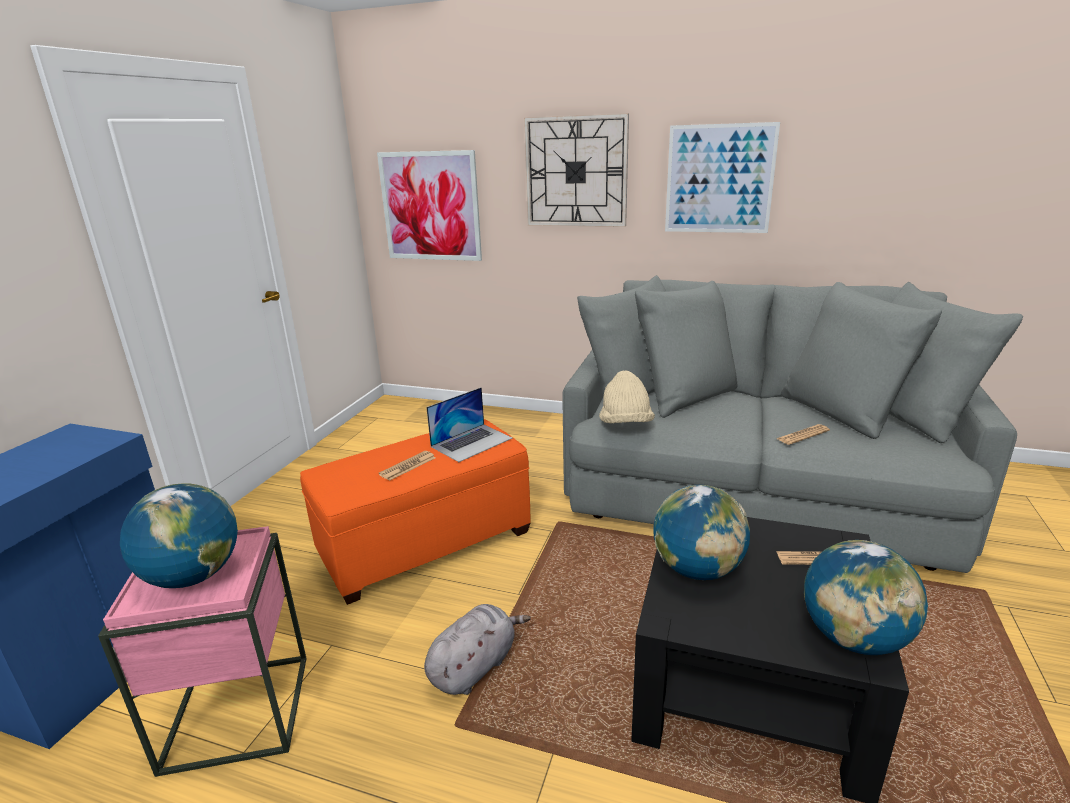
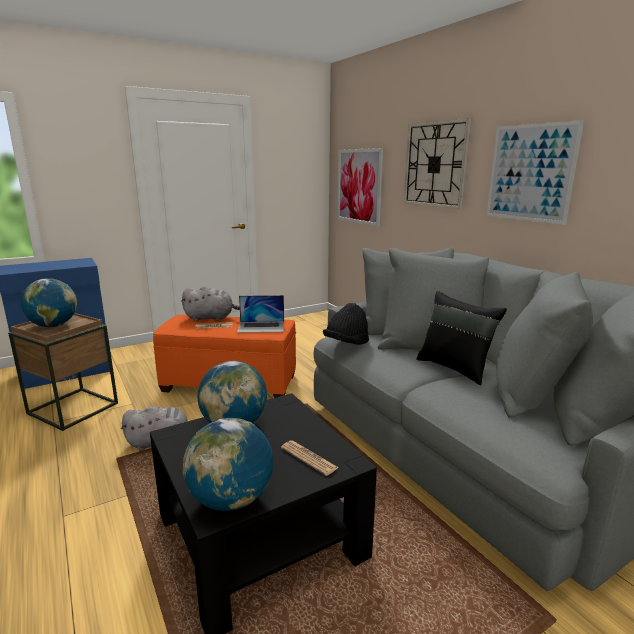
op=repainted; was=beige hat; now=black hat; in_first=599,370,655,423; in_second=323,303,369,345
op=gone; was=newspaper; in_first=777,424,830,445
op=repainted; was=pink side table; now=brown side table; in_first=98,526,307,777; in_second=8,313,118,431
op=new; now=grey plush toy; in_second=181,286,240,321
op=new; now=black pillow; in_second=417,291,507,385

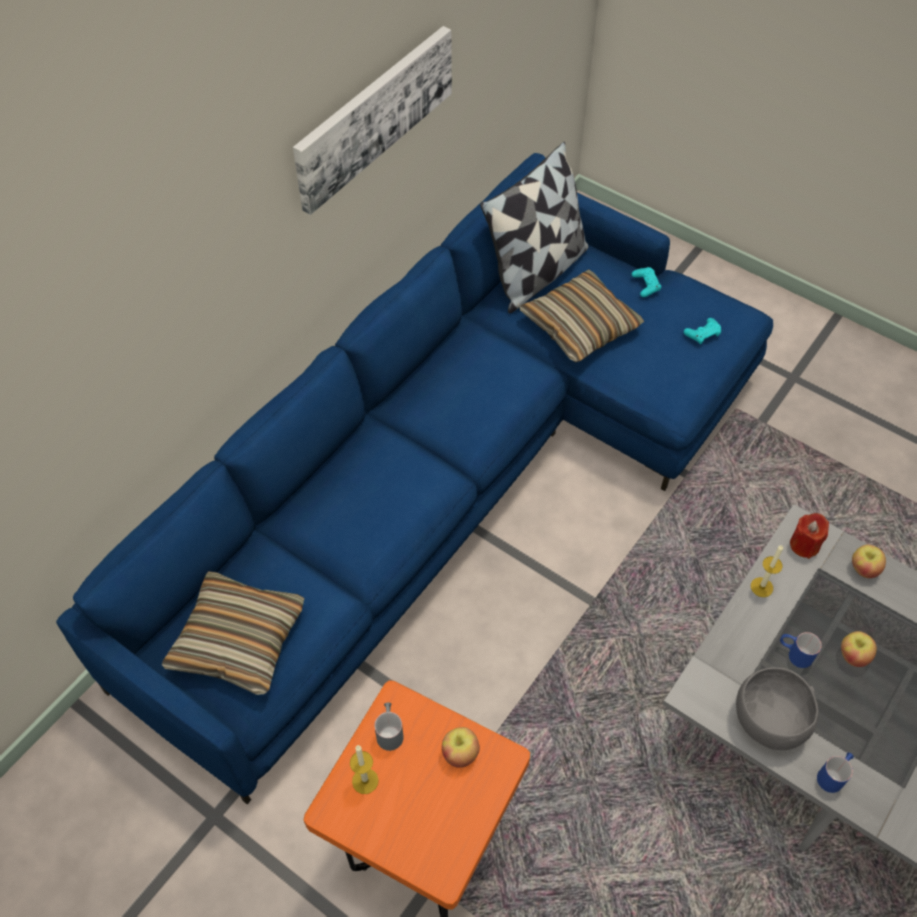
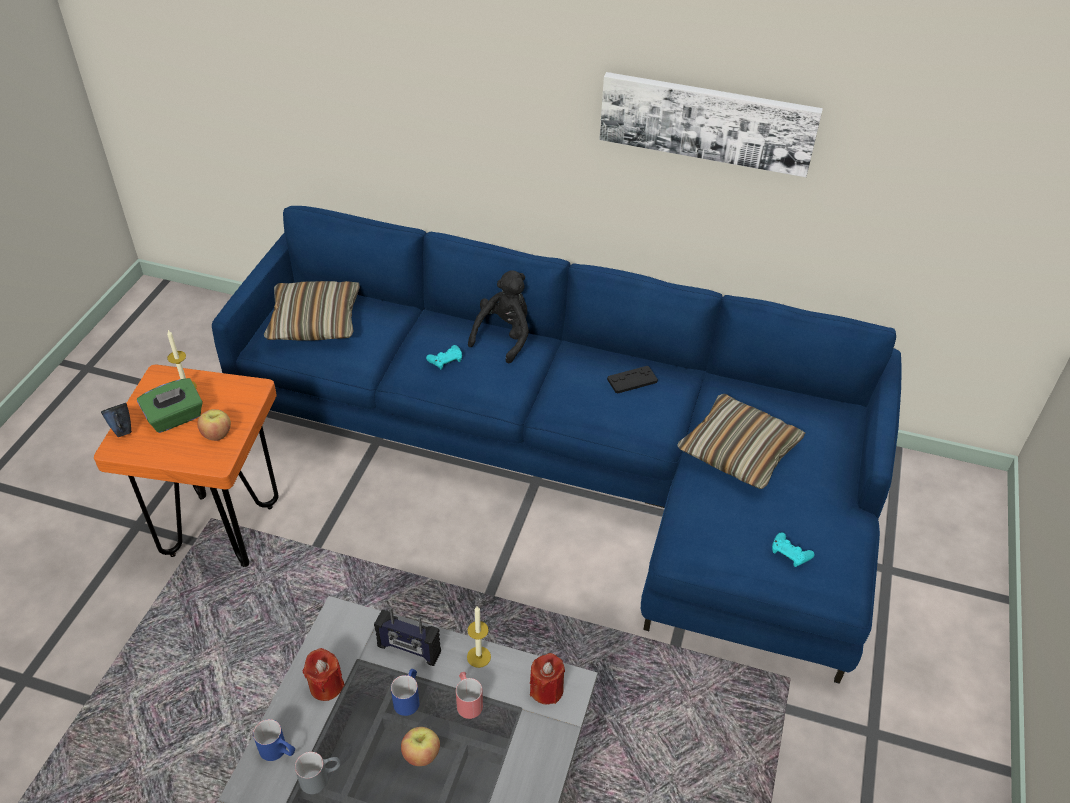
op=gone; was=pillow; in_first=480,142,588,314
op=shifted; was=turquoise game controller; in_first=632,267,661,297; in_second=426,345,462,369
op=gone; was=apple; in_first=852,544,886,578
op=swapped; was=grey bowl; now=red candle; in_first=736,667,819,750; in_second=303,648,345,701
op=shifted; was=grey mug; in_first=374,703,404,751; in_second=295,752,340,794
op=new; now=black plush toy; in_second=468,271,529,363
op=new; now=black game controller; in_second=607,366,658,394
op=new; now=green tissue box; in_second=137,378,203,433
op=new; now=blue mug; in_second=101,403,132,437
op=new; now=radio; in_second=374,607,441,666
op=new; now=red mug; in_second=456,672,483,719

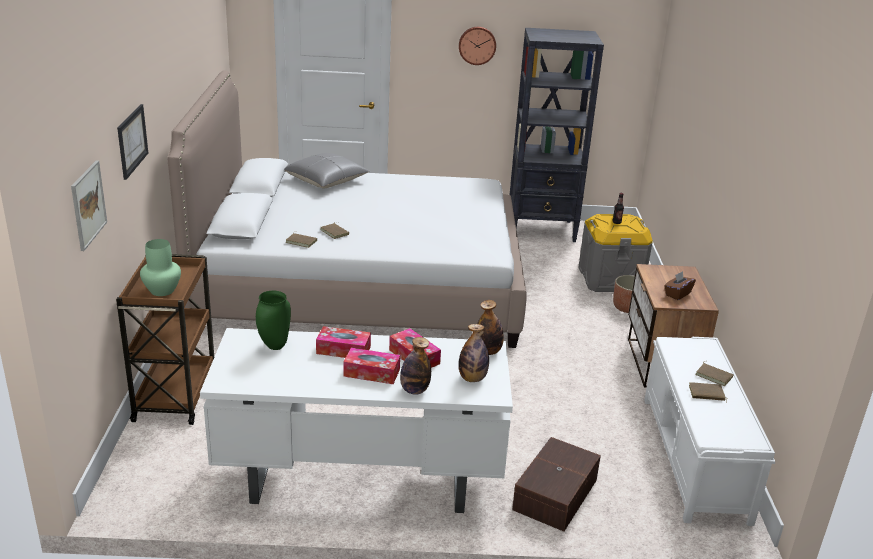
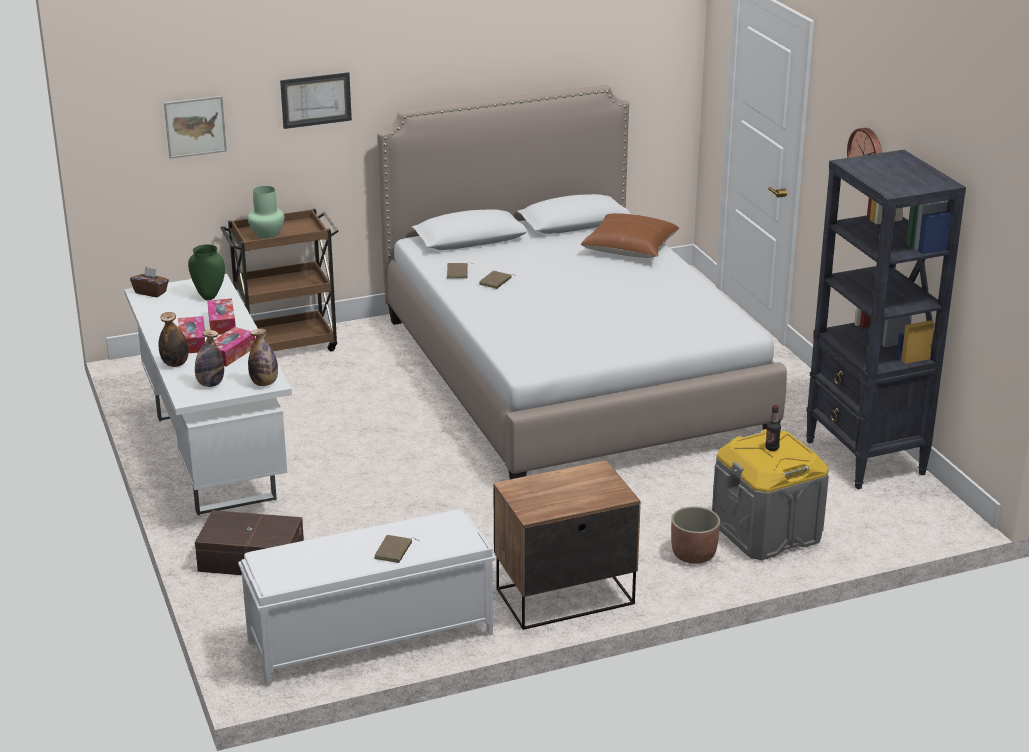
op=repainted; was=grey pillow; now=brown pillow; in_first=284,153,370,189; in_second=581,213,679,258
op=shifted; was=brown tissue box; in_first=664,271,696,300; in_second=130,267,169,297
op=gone; was=brown book; in_first=689,382,727,403

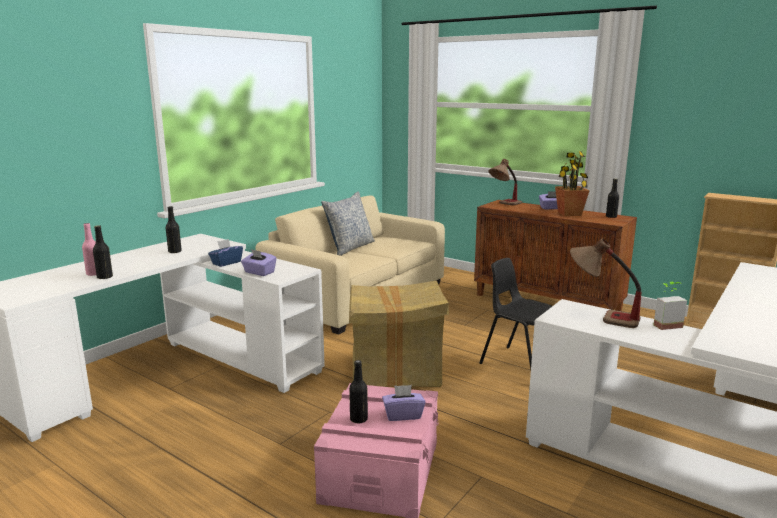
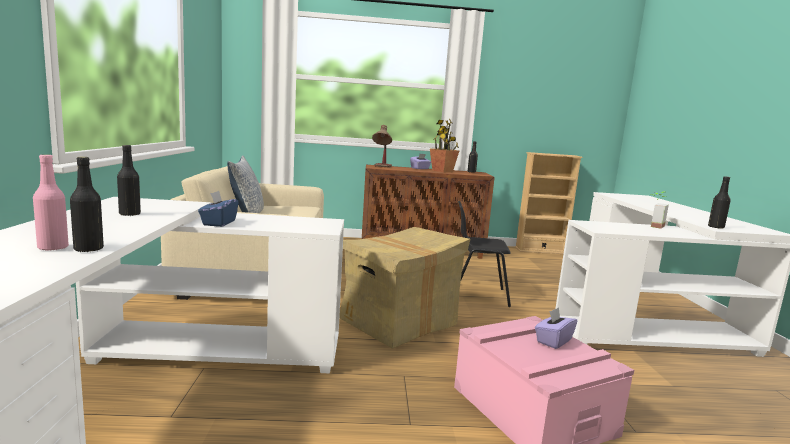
op=gone; was=table lamp; in_first=570,238,642,328
op=gone; was=purple tissue box; in_first=241,249,277,276
op=shifted; was=black bottle; in_first=349,360,368,424; in_second=708,176,731,229

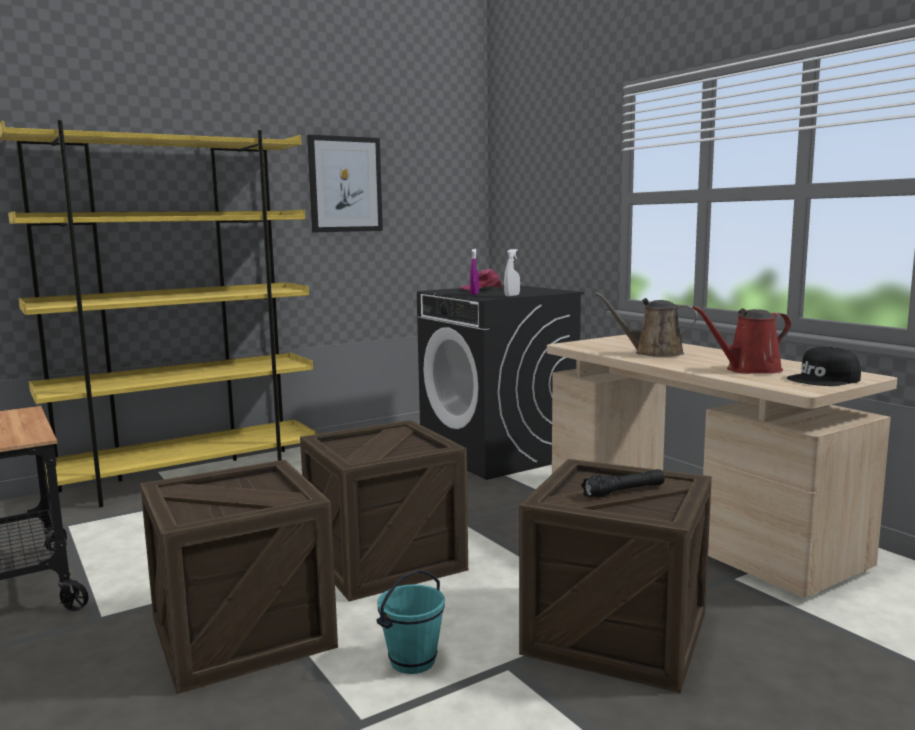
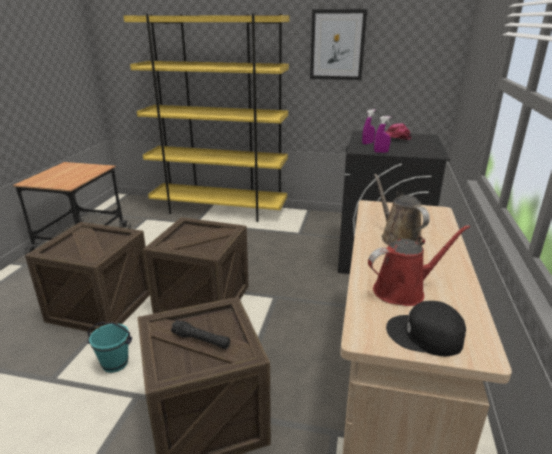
op=repainted; was=white spray bottle; now=purple spray bottle; in_first=504,249,520,296; in_second=374,116,391,153
op=rotated; was=red watering can; in_first=692,306,791,374; in_second=368,225,470,306; clockwise=135

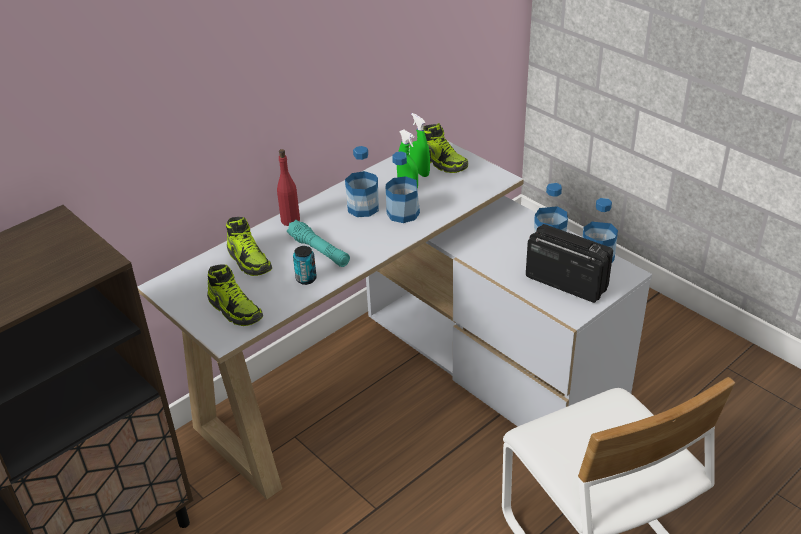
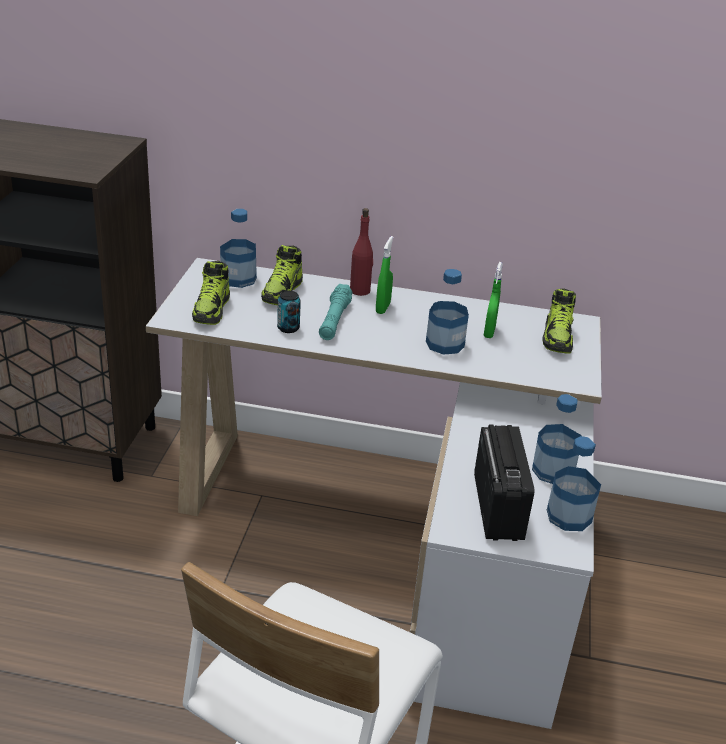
op=shifted; was=green spray bottle; in_first=409,113,430,177; in_second=376,236,393,314
op=shifted; was=bottle; in_first=345,146,379,217; in_second=220,209,257,288

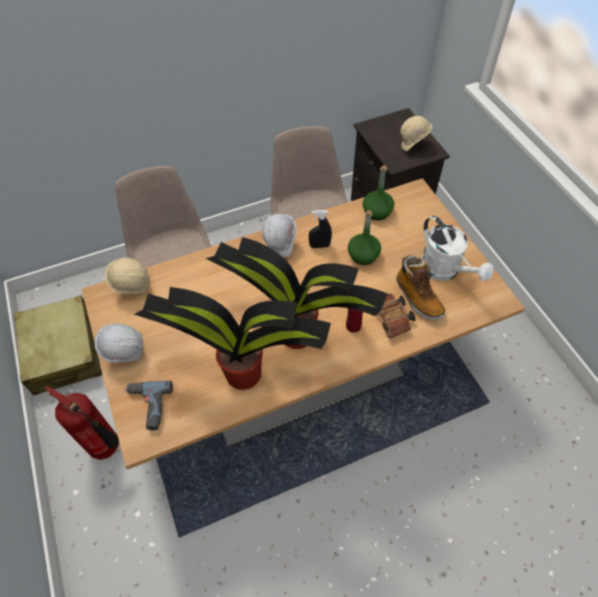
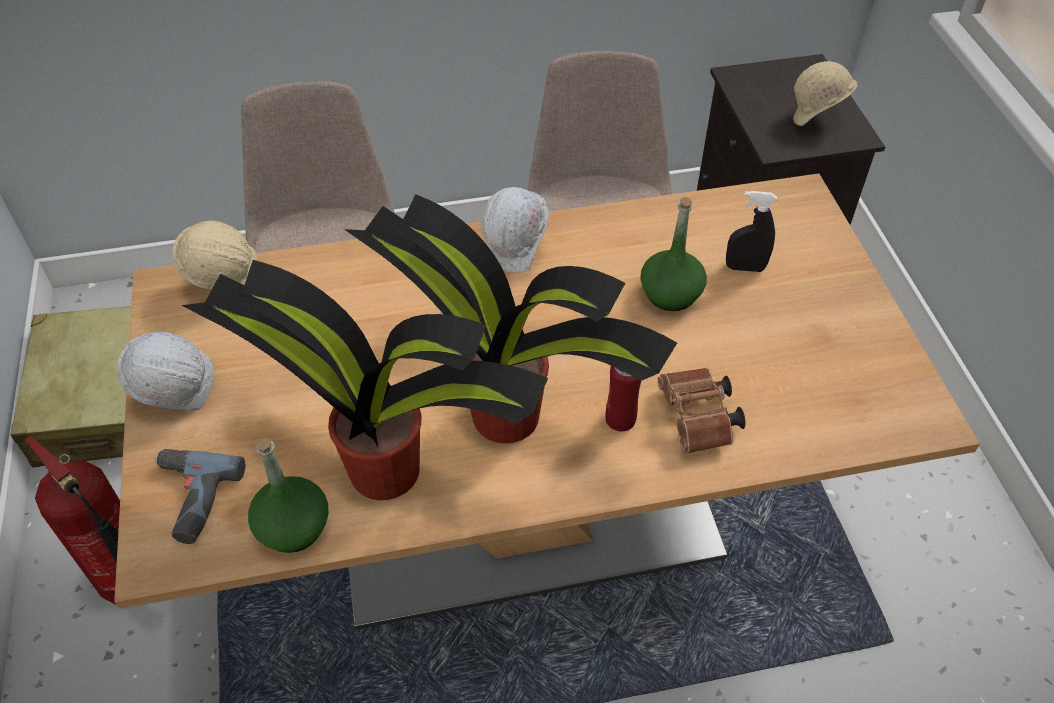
op=shifted; was=green bottle; in_first=363,165,394,220; in_second=248,438,328,553
op=shifted; was=black spray bottle; in_first=309,210,332,248; in_second=726,191,777,272
op=gone; was=white watering can; in_first=422,216,494,281
op=gone; was=boot; in_first=396,255,445,320

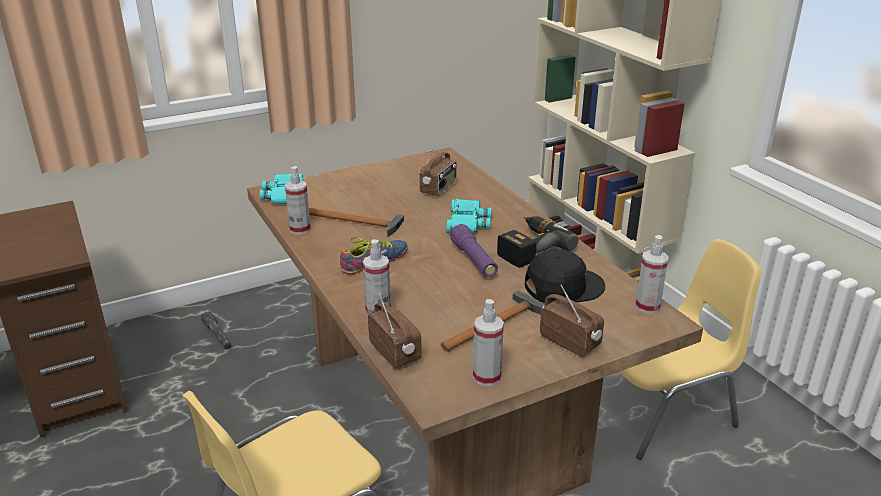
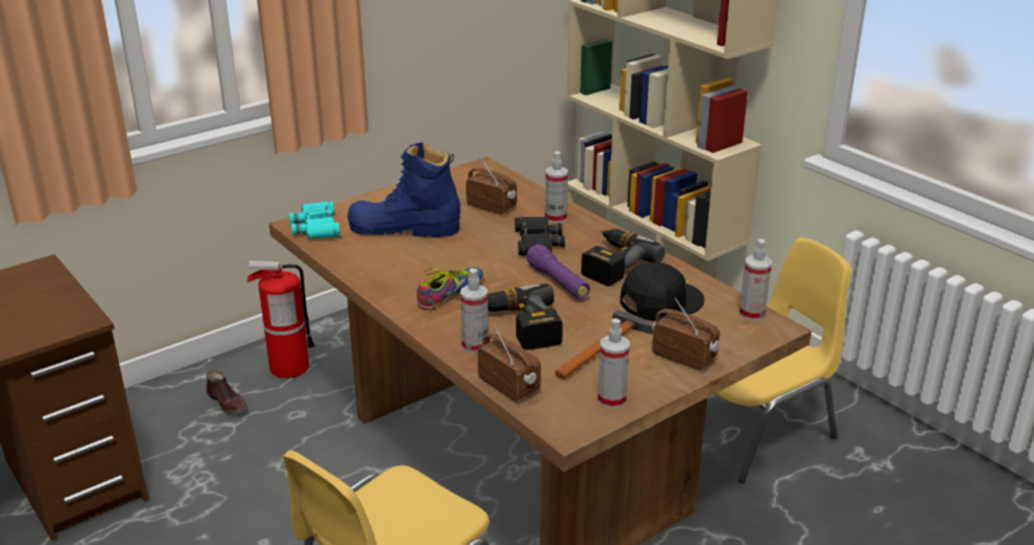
op=rotated; was=radio; in_first=419,140,457,196; in_second=466,157,517,214; clockwise=-75
op=shifted; was=spray bottle; in_first=285,166,311,234; in_second=545,151,568,223
op=repainted; was=turquoise binoculars; now=black binoculars; in_first=446,199,492,233; in_second=515,216,565,256
op=gone; was=hammer; in_first=309,208,404,237
op=swapped; was=grey flashlight; now=brown shoe; in_first=201,312,231,349; in_second=206,370,247,414
op=new; now=blue boot; in_second=347,143,461,237
op=new; now=fire extinguisher; in_second=247,261,315,378
op=new; now=power drill; in_second=488,284,563,350

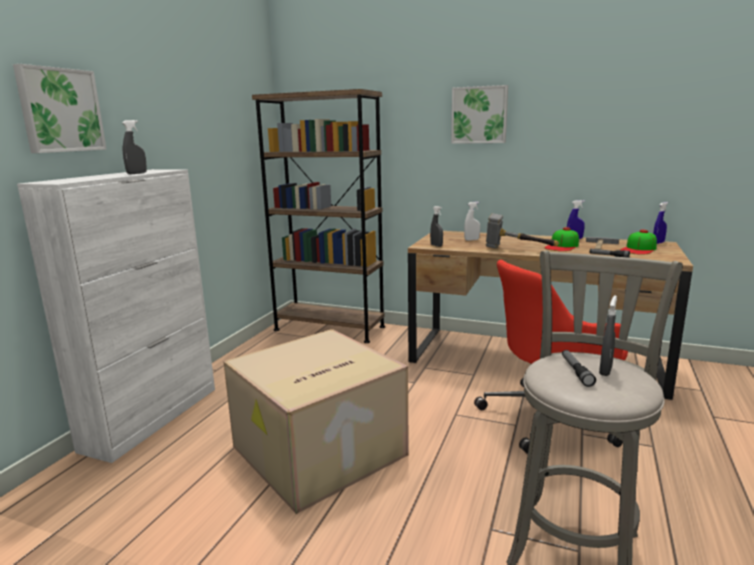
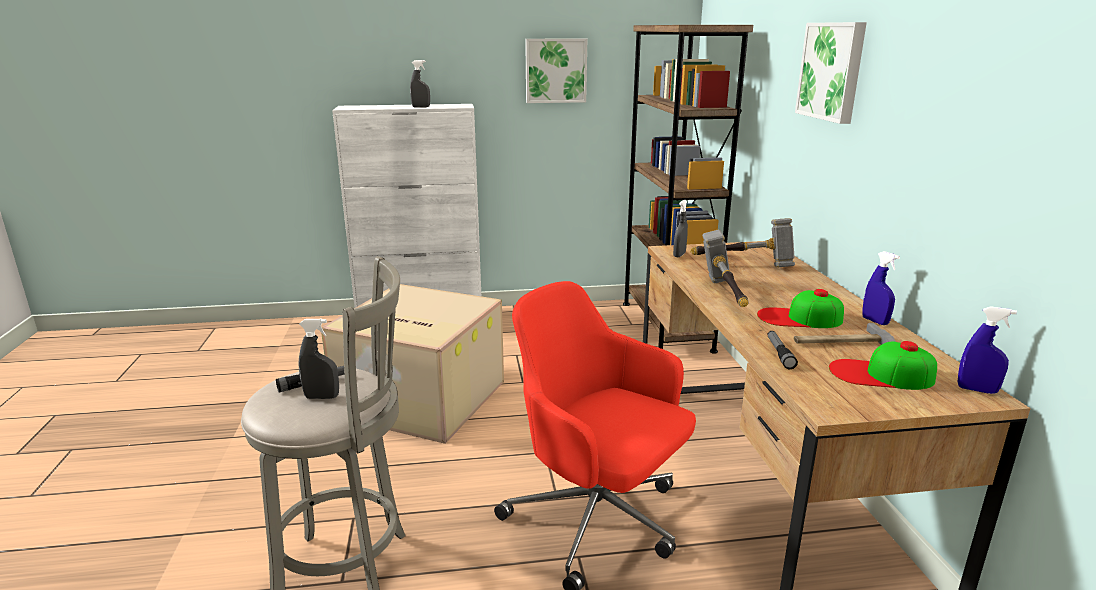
op=shifted; was=picture; in_first=13,64,106,153; in_second=525,39,587,103
op=swapped; was=white spray bottle; now=hammer; in_first=464,202,480,241; in_second=690,218,795,267

